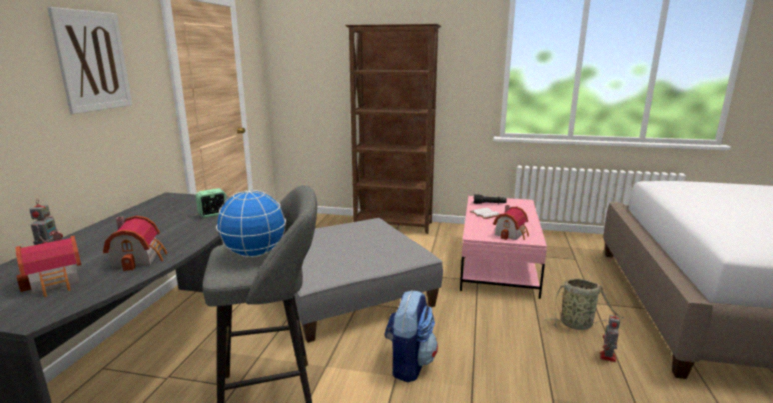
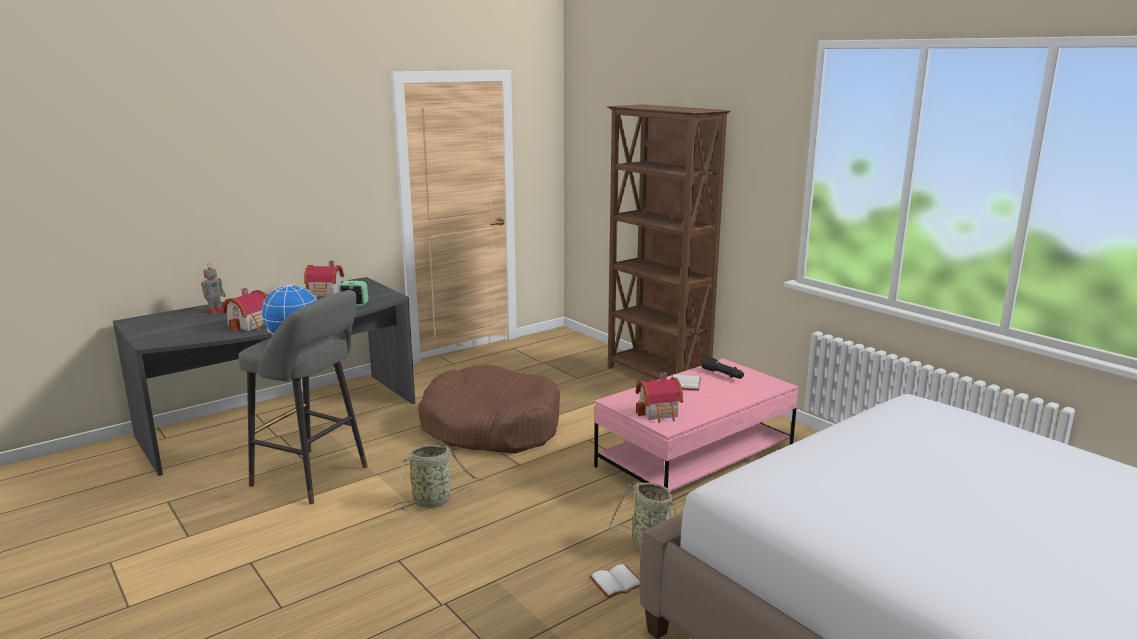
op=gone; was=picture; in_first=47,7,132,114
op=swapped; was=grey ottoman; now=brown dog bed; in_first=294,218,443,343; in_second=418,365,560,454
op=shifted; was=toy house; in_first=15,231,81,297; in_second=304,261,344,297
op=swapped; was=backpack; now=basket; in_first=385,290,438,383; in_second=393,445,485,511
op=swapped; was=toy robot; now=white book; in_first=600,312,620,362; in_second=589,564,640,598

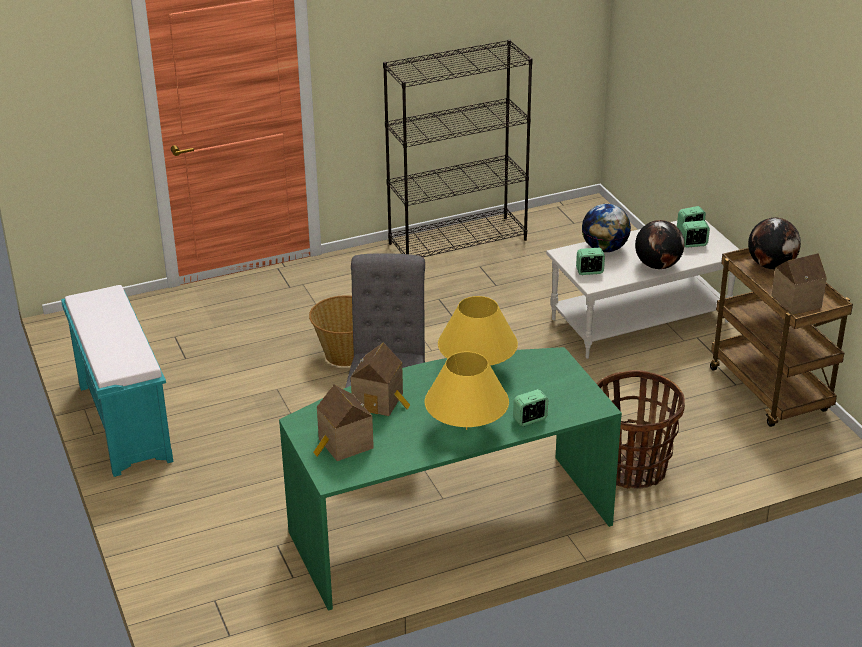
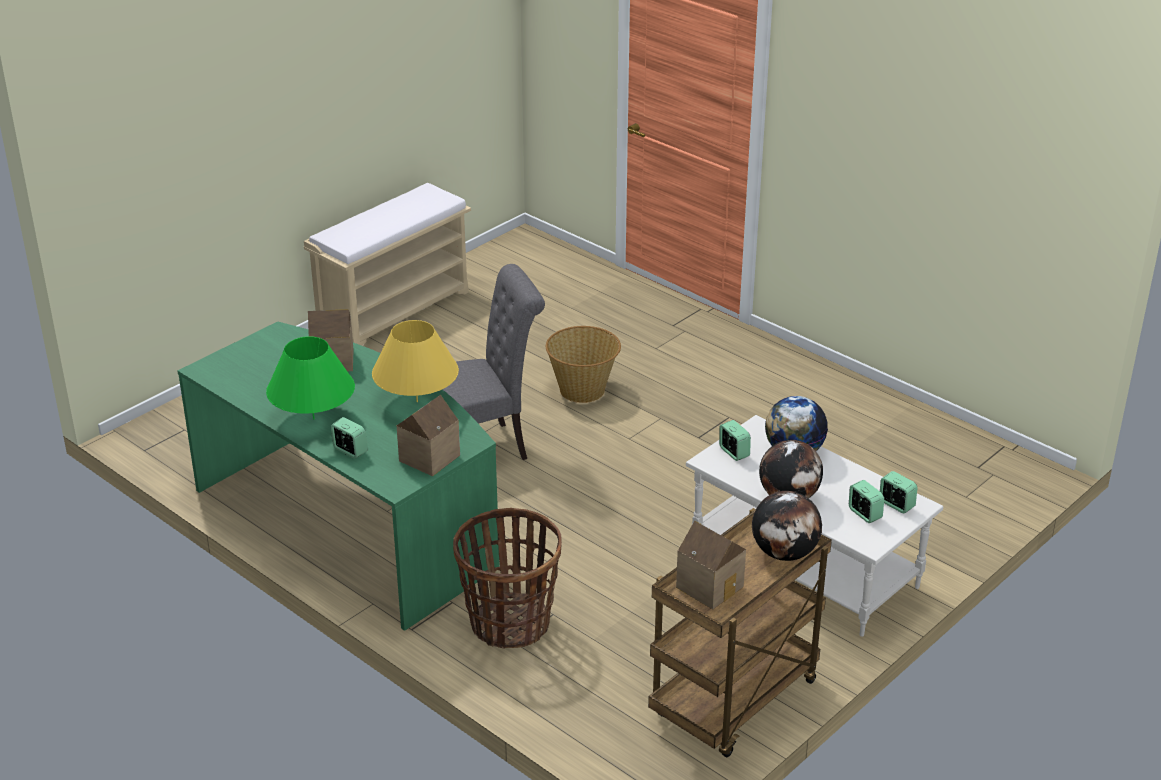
op=gone; was=black bookcase; in_first=383,39,533,257
op=repainted; was=turquoise bench; now=beige bench; in_first=61,285,173,477; in_second=304,183,471,346
op=repainted; was=yellow table lamp; now=green table lamp; in_first=425,352,509,430; in_second=266,336,355,420
op=shifted; was=toy house; in_first=313,384,374,461; in_second=397,395,460,476

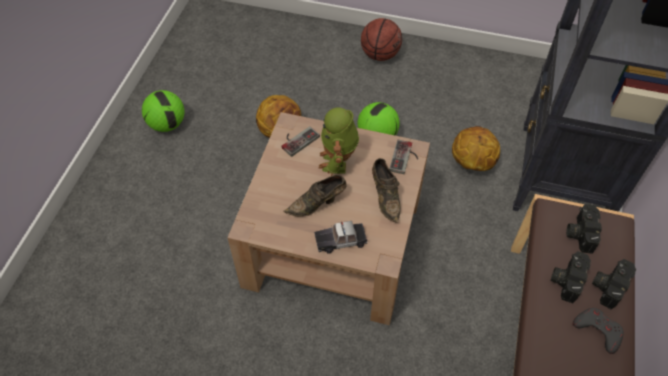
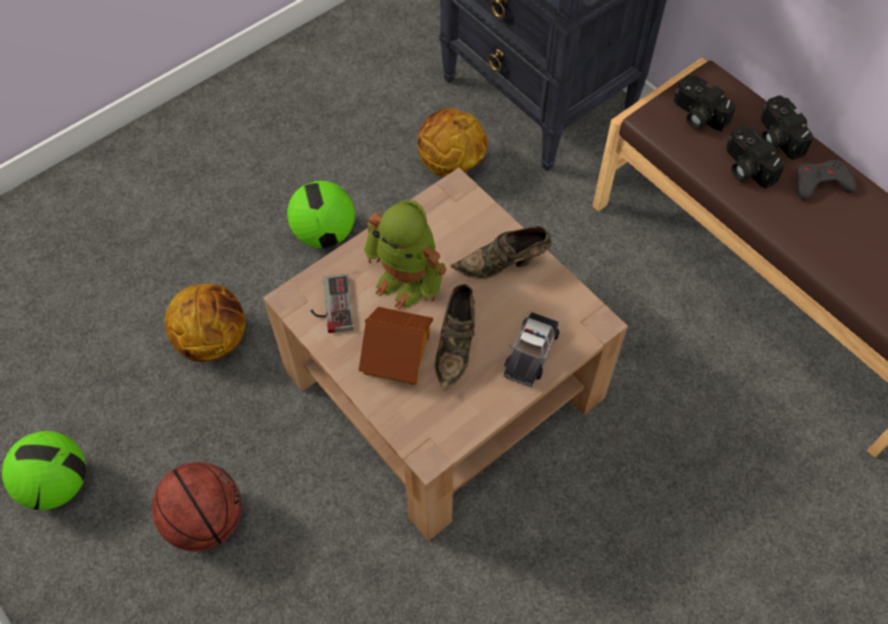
op=shifted; was=basketball; in_first=361,18,402,61; in_second=152,462,242,551
op=gone; was=game controller; in_first=389,140,418,174
op=rotated; was=brown shoe; in_first=372,158,401,223; in_second=451,226,552,279; clockwise=150
op=new; now=toy house; in_second=359,307,433,385

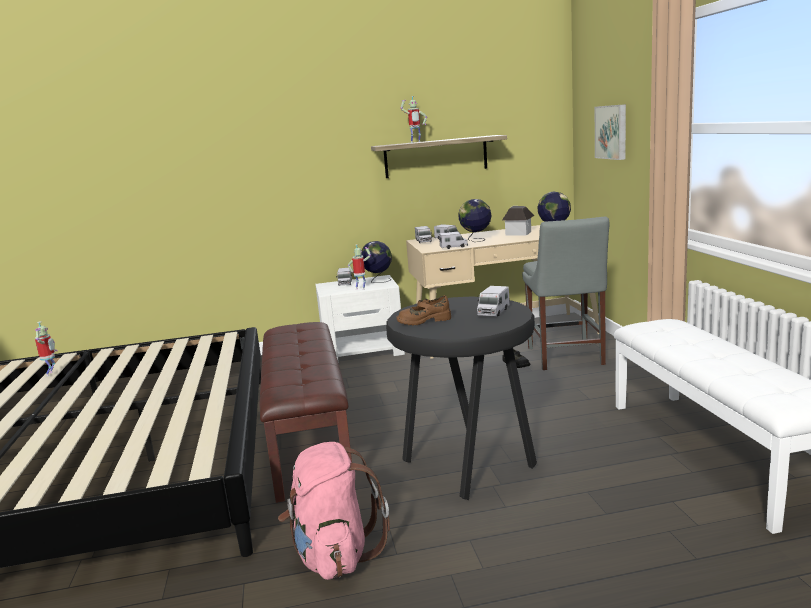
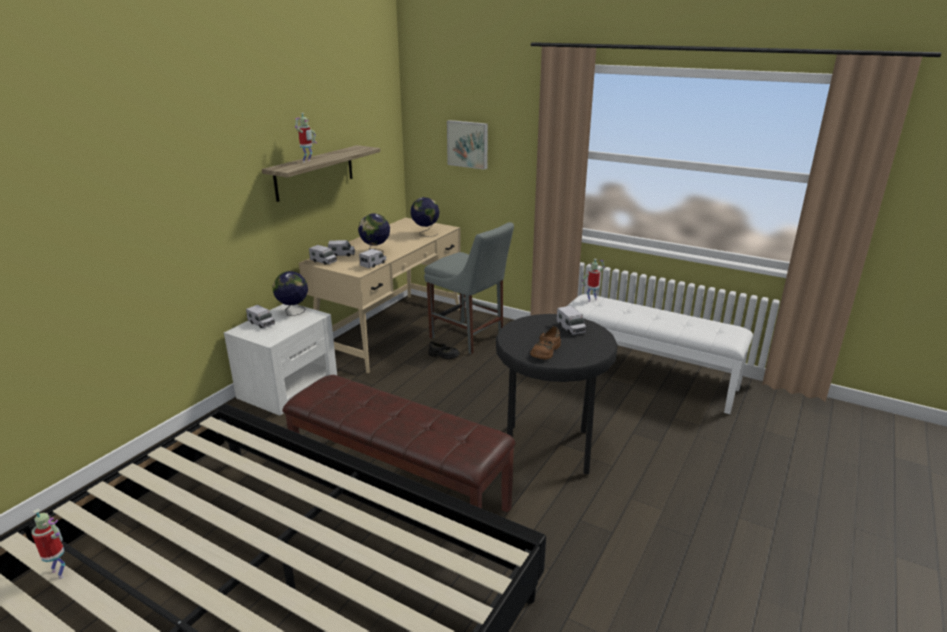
op=gone; was=toy house; in_first=502,206,534,236
op=shifted; was=toy robot; in_first=348,244,371,290; in_second=582,259,605,302
op=gone; was=pink backpack; in_first=278,442,390,580

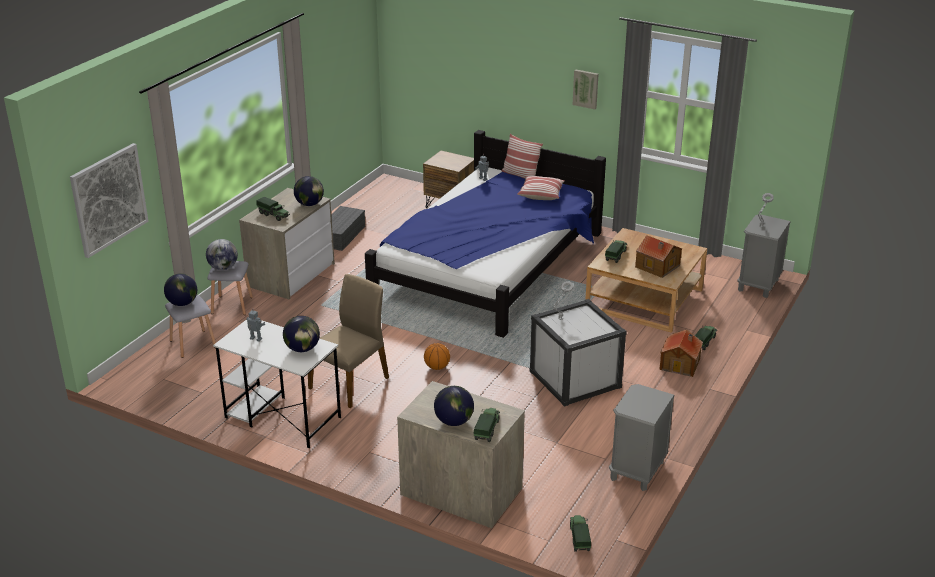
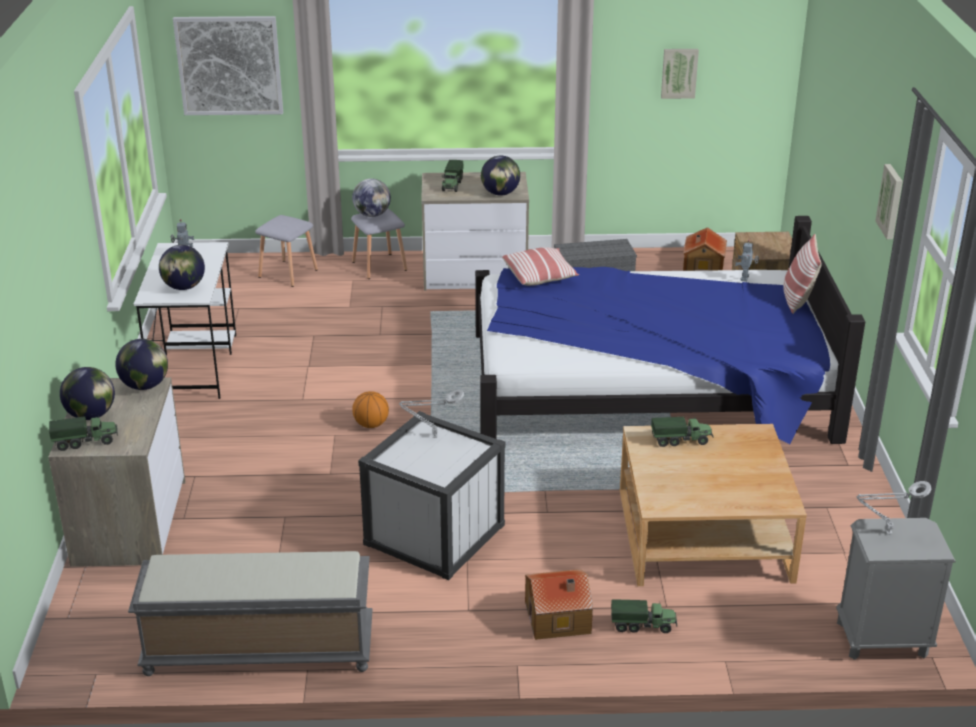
op=shifted; was=pillow; in_first=517,176,565,200; in_second=502,247,579,286
op=shifted; was=toy house; in_first=635,235,682,278; in_second=683,227,727,271
op=shifted; was=globe; in_first=164,273,197,306; in_second=115,339,168,390
op=gone; was=beige chair; in_first=308,274,389,408
op=swapped; was=grey nightstand; now=grey bench; in_first=609,384,675,491; in_second=128,551,373,676
op=gone; was=toy truck; in_first=570,515,591,552
op=new; now=picture; in_second=661,49,699,99

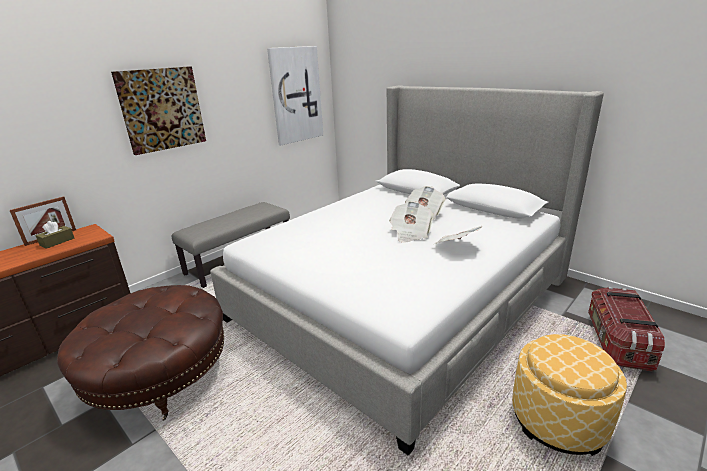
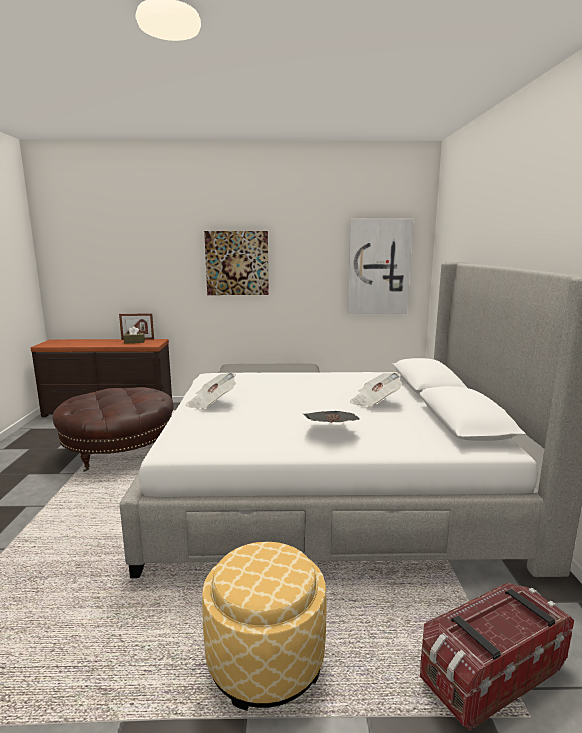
op=shifted; was=newspaper; in_first=389,201,434,242; in_second=186,372,236,409

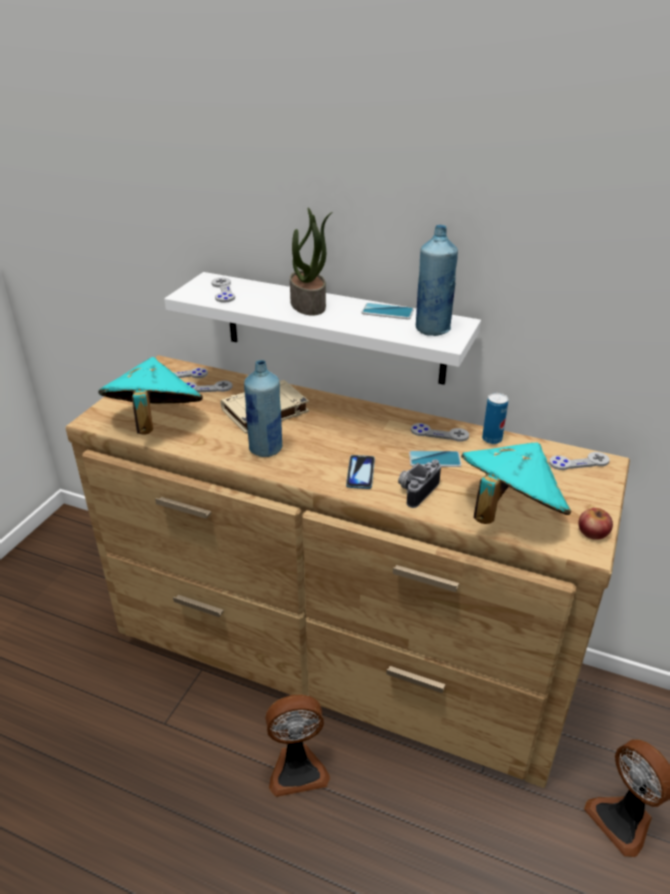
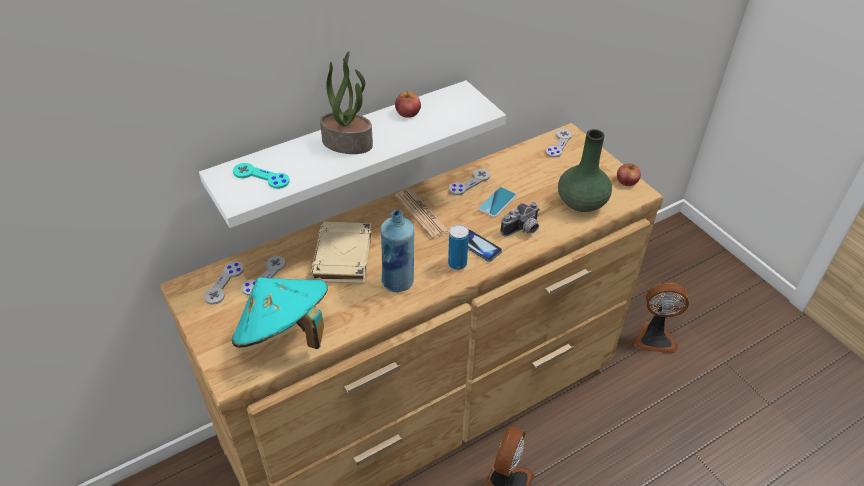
op=gone; was=blue bottle; in_first=416,225,458,336
op=repainted; was=grey game controller; now=turquoise game controller; in_first=211,278,235,303; in_second=233,163,290,189
op=swapped; was=phone; now=apple; in_first=361,303,414,319; in_second=395,91,421,118
op=shifted; was=can; in_first=482,393,508,444; in_second=448,224,469,270
op=swapped; was=turquoise hat; now=green vase; in_first=461,442,571,524; in_second=558,129,612,212
op=rotated; was=photo camera; in_first=398,459,441,508; in_second=500,202,540,237; clockwise=-105
op=new; now=newspaper; in_second=395,189,450,239

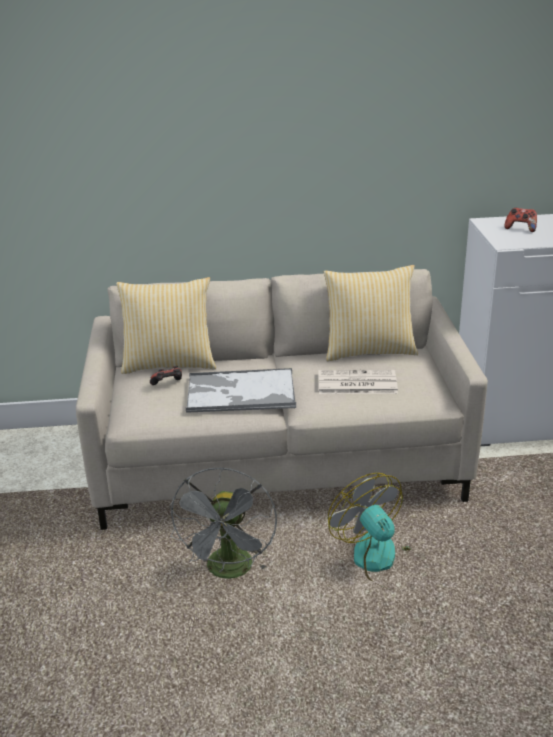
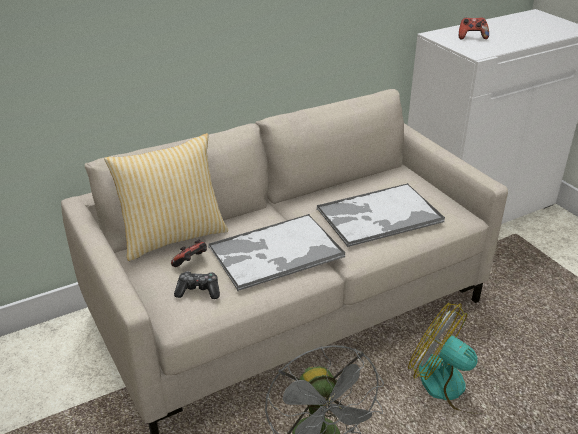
op=gone; was=pillow; in_first=324,265,418,361
op=swapped; was=newspaper; now=tray; in_first=318,370,398,394; in_second=317,183,445,247
op=new; now=game controller; in_second=174,271,220,299

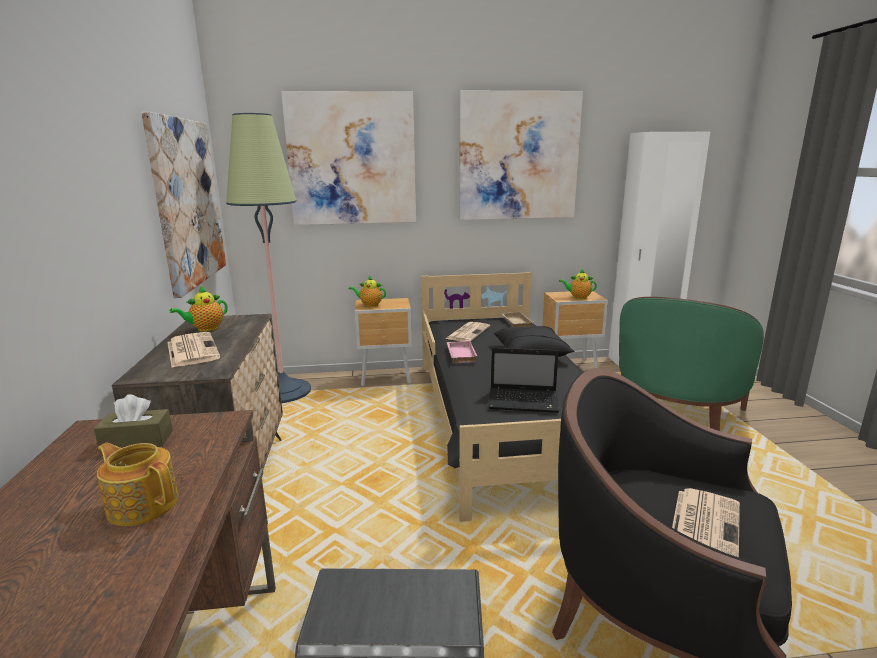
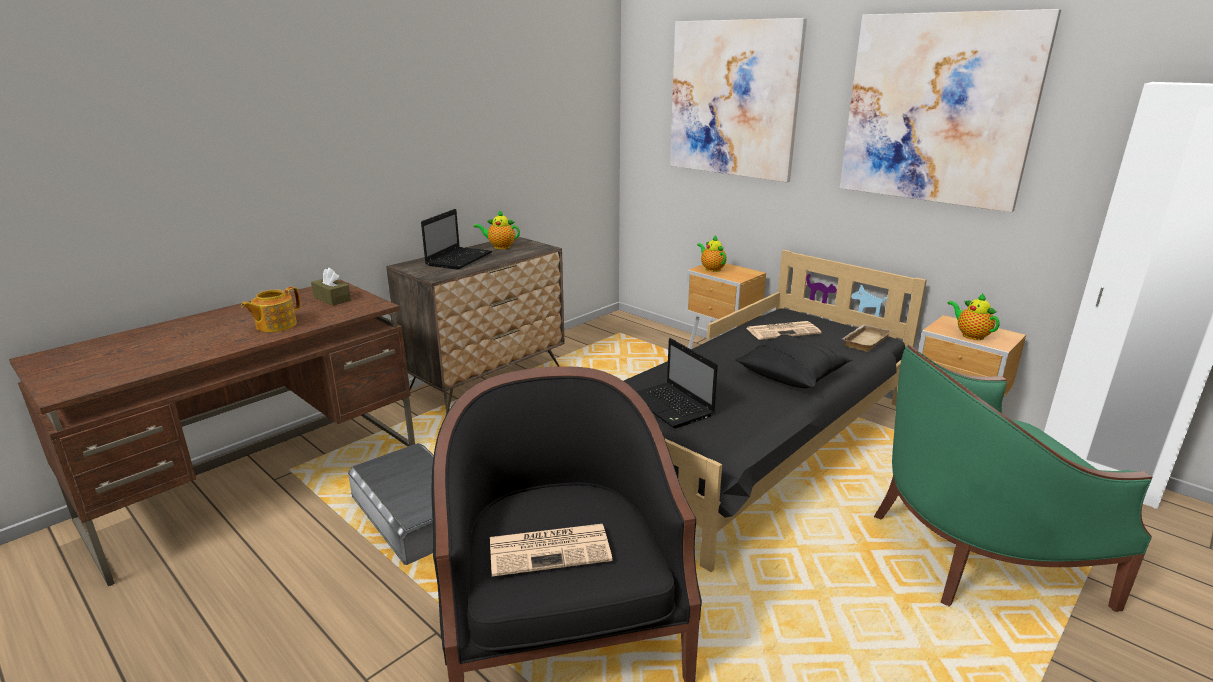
op=gone; was=picture; in_first=141,112,226,298
op=gone; was=floor lamp; in_first=226,113,311,403
op=swapped; was=newspaper; now=laptop; in_first=167,332,220,368; in_second=421,209,492,270
op=gone; was=pink tray; in_first=446,341,478,363
op=rotated; was=teapot; in_first=97,443,178,526; in_second=241,287,301,332; clockwise=-135

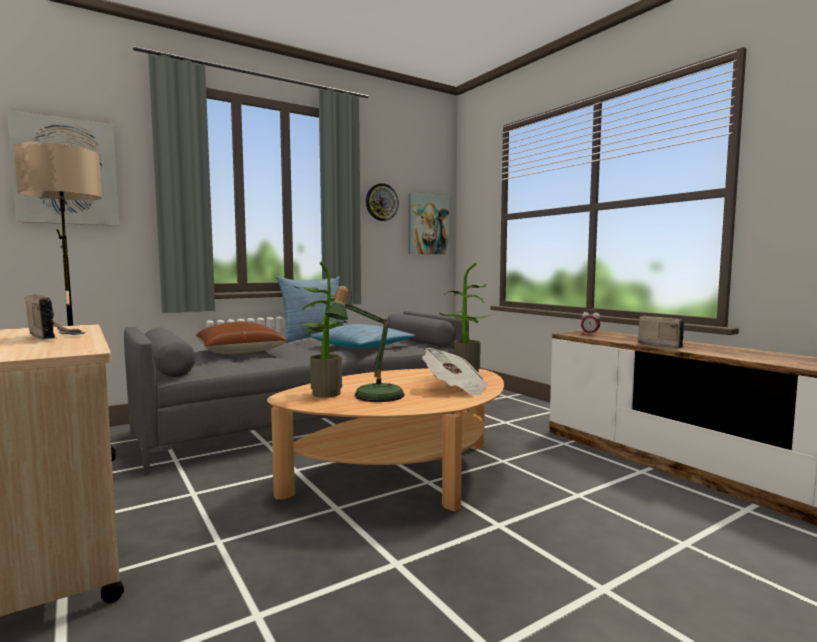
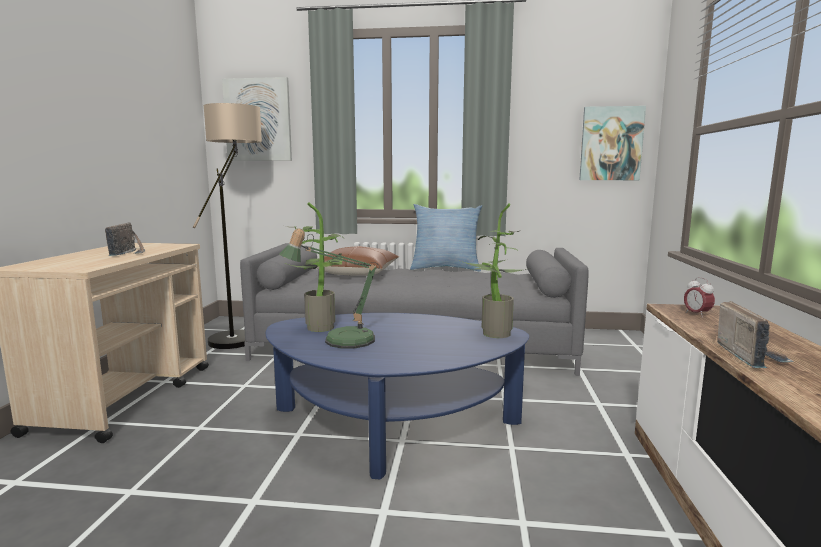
op=gone; was=wall clock; in_first=366,183,399,221
op=gone; was=pillow; in_first=310,324,415,348
op=gone; was=newspaper; in_first=422,348,488,396
op=repainted; was=beige coffee table; now=blue coffee table; in_first=267,368,504,511; in_second=266,313,529,479

